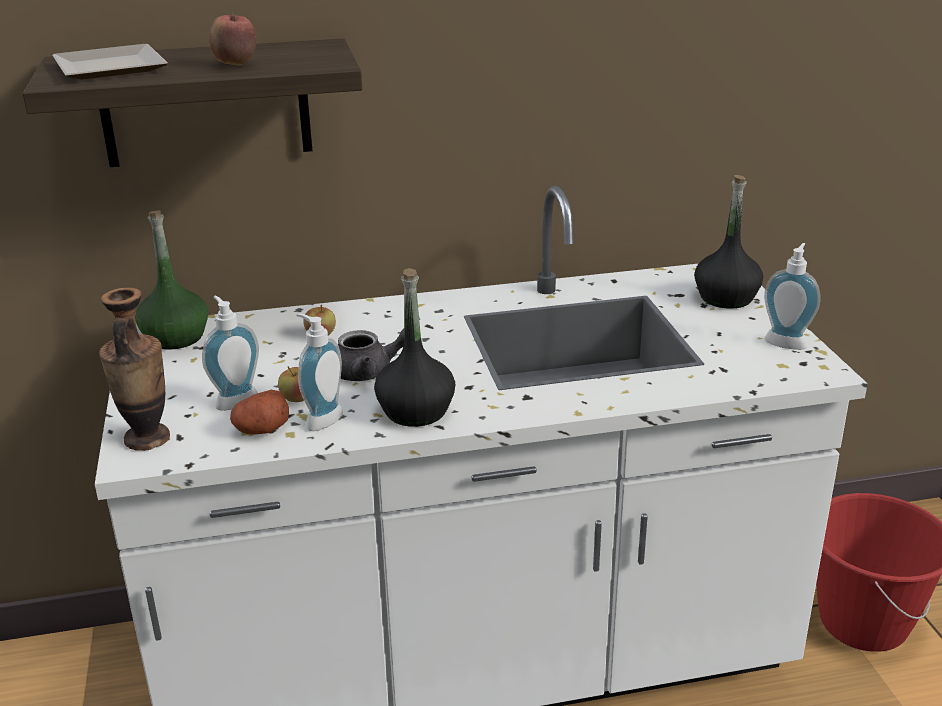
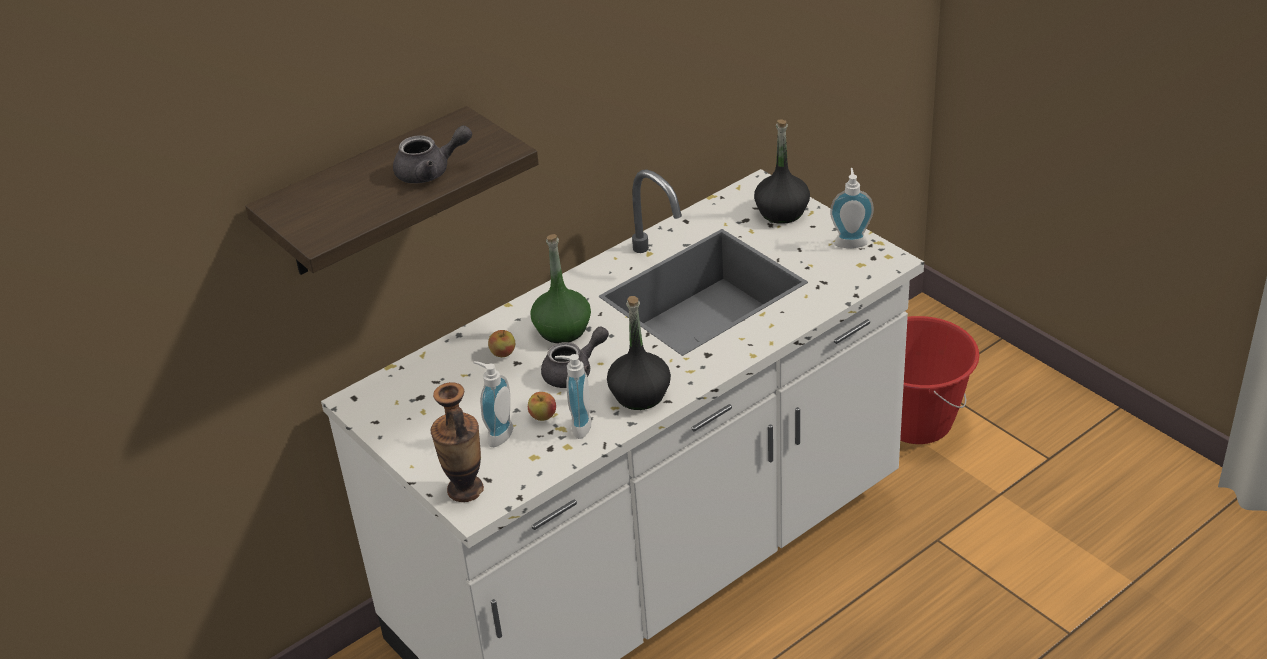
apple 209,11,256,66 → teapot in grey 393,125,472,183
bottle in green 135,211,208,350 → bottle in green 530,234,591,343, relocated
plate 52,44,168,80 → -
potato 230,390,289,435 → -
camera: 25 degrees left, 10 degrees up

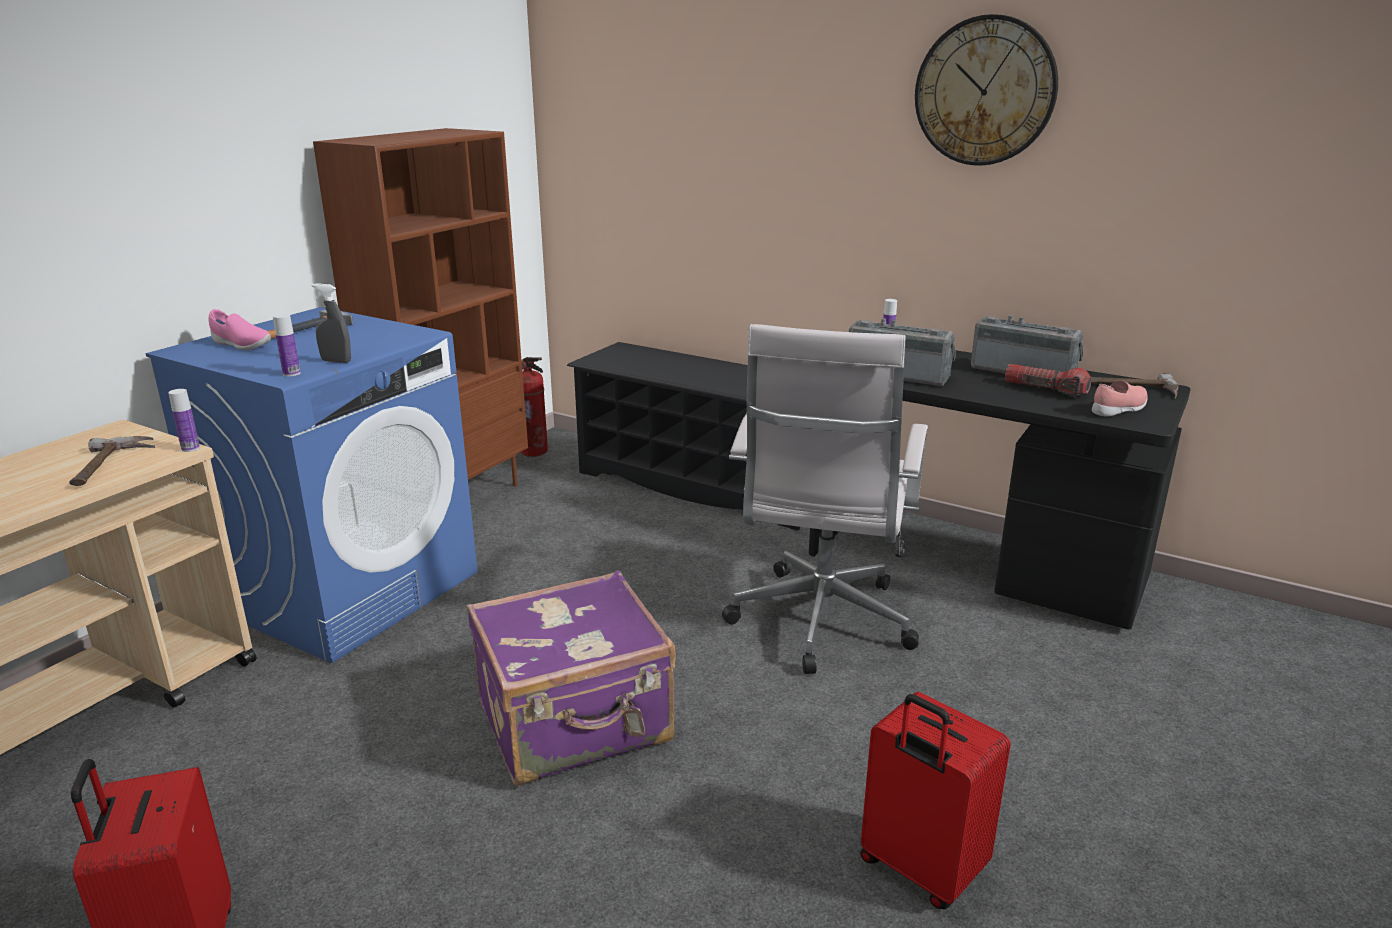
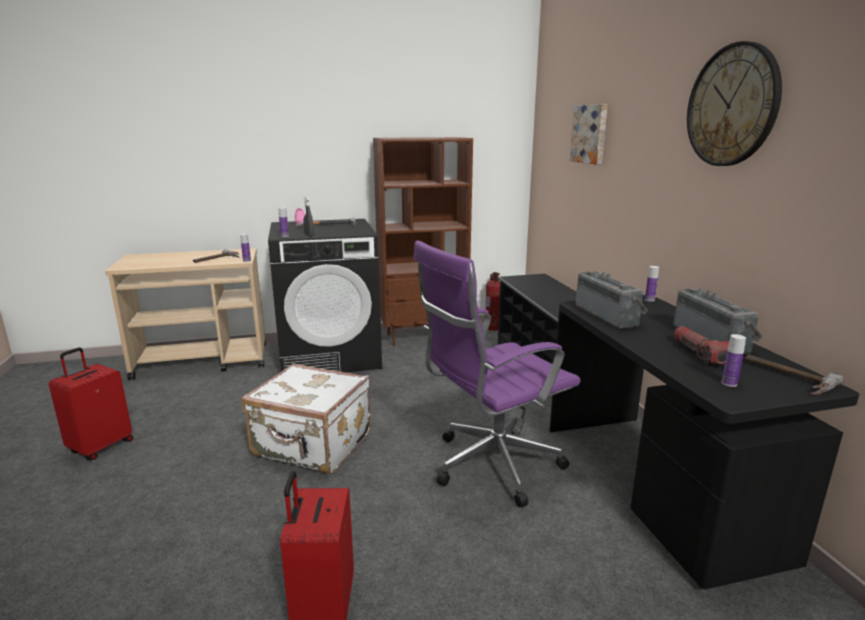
suitcase in purple 467,570,675,786 → suitcase in white 242,363,371,474
washing machine in blue 146,307,477,663 → washing machine in black 268,219,382,373
office chair in white 722,324,928,674 → office chair in purple 413,240,581,507
- → picture 570,104,608,165
shoe in pink 1092,380,1148,416 → bottle 722,334,746,387
camera: 45 degrees right, 5 degrees down

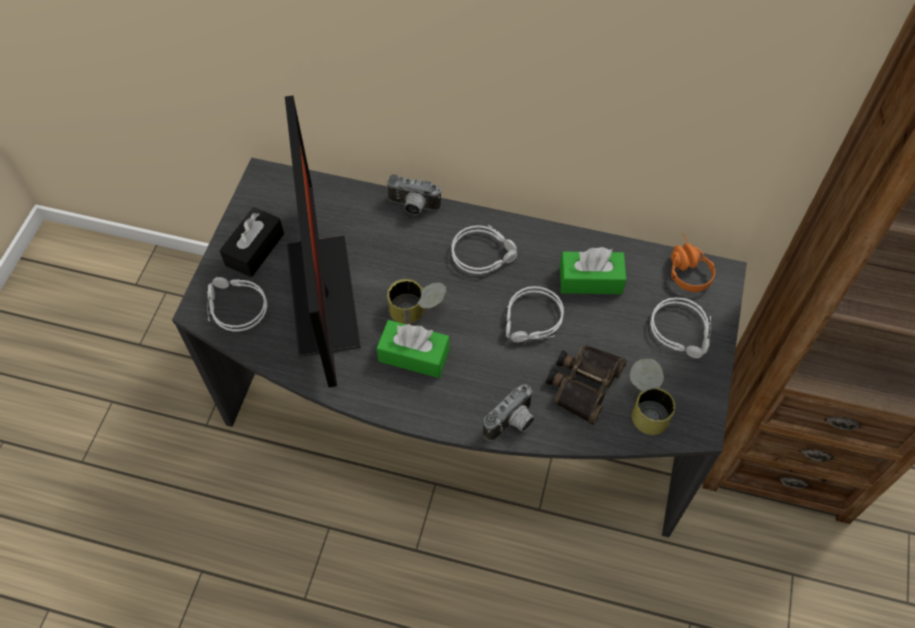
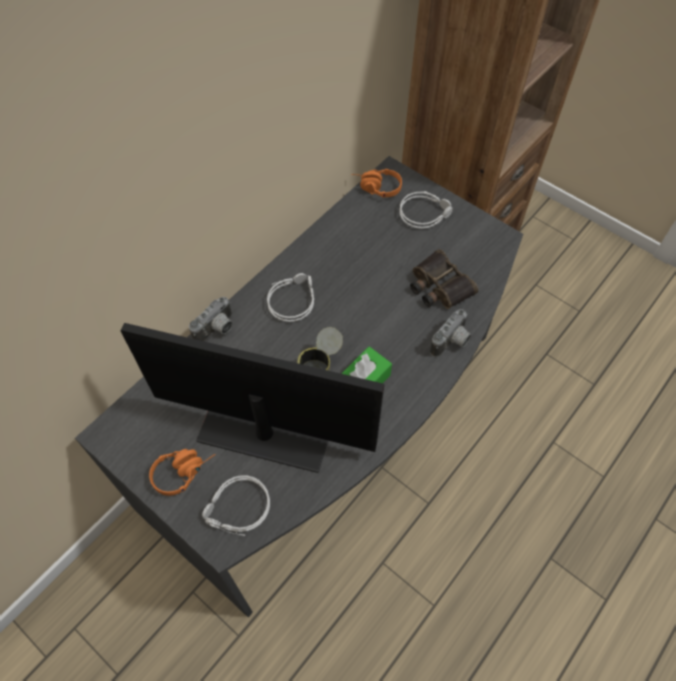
tissue box in black 220,207,284,277 → headphones in orange 149,449,216,496
photo camera 483,384,535,441 → photo camera 430,309,471,357, 60 degrees clockwise
headphones in grey 506,286,564,342 → -
tissue box in green 560,247,627,294 → -
can 630,358,676,435 → -
camera: 65 degrees left, 0 degrees up

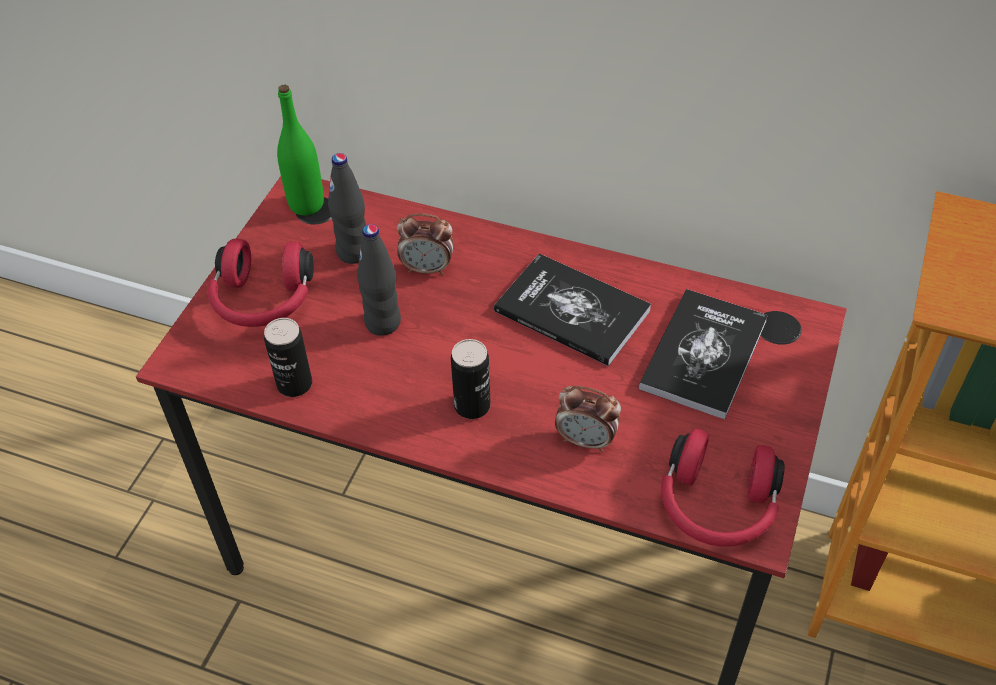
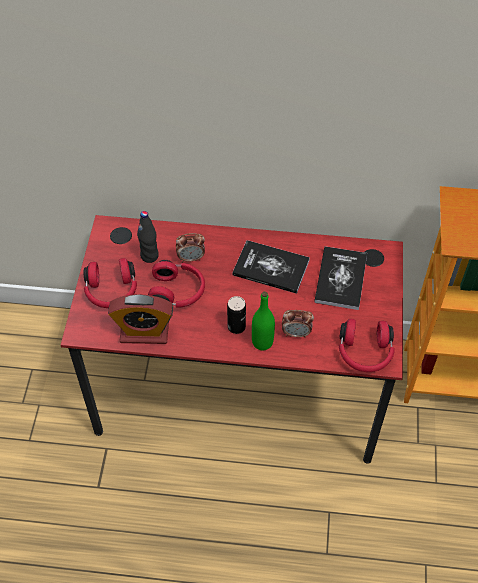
can 264,318,312,397 → alarm clock 108,294,173,344
bottle in black 357,224,401,336 → headphones in red 148,260,205,308
bottle in green 277,85,324,215 → bottle in green 252,291,275,350, relocated
camera: 15 degrees left, 5 degrees up

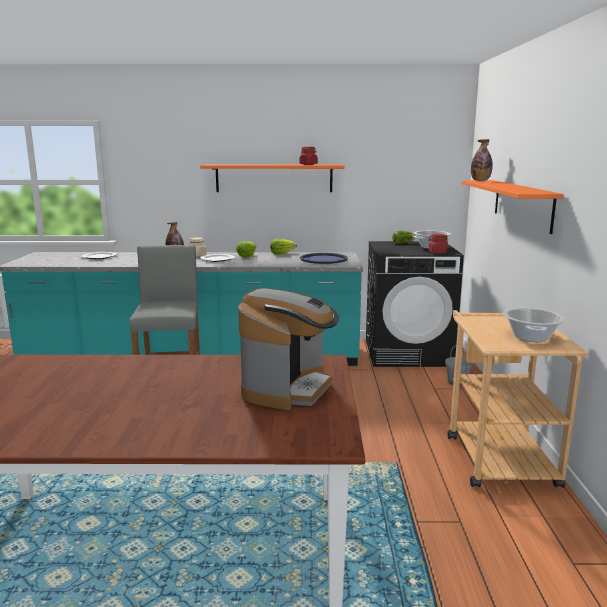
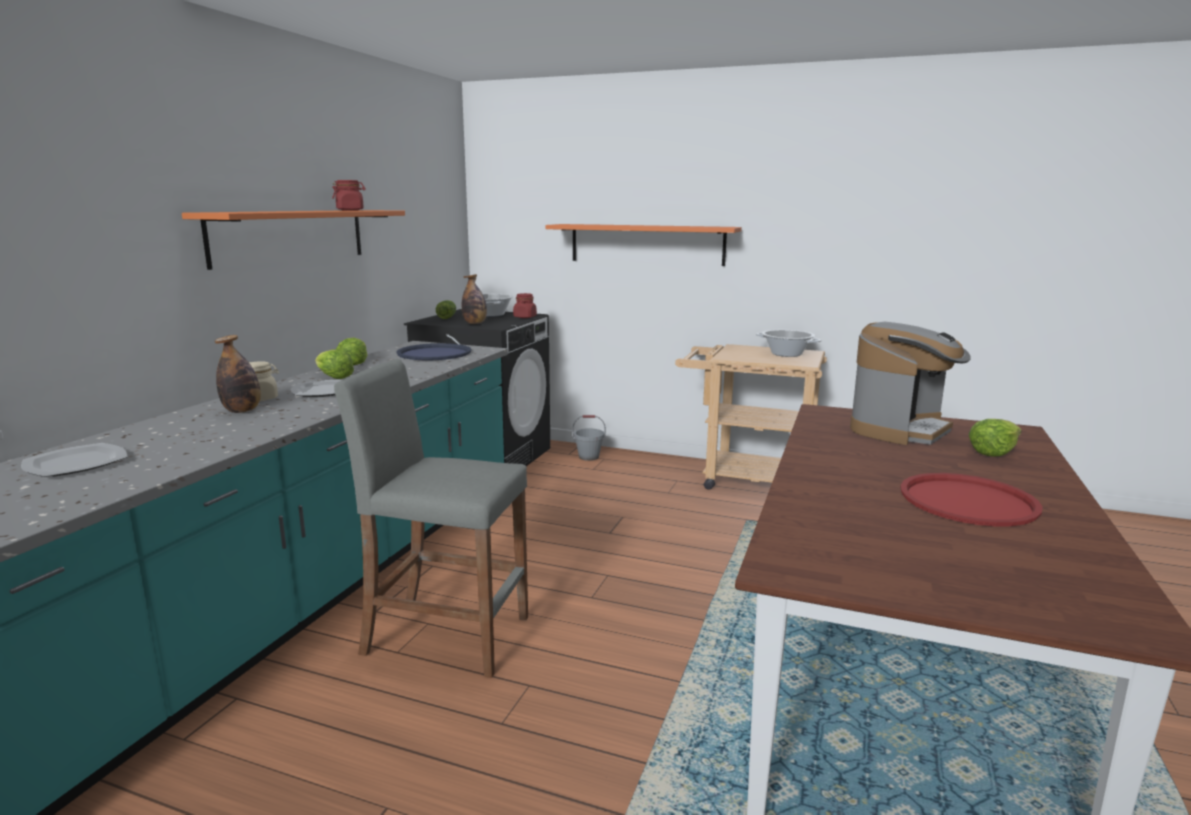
bottle 471,139,493,181 → bottle 462,274,487,324, relocated
coffee machine 238,288,339,410 → coffee machine 850,322,971,445, 90 degrees clockwise
- → tray in red 900,473,1043,526
- → lettuce 969,419,1022,457
camera: 70 degrees left, 0 degrees up

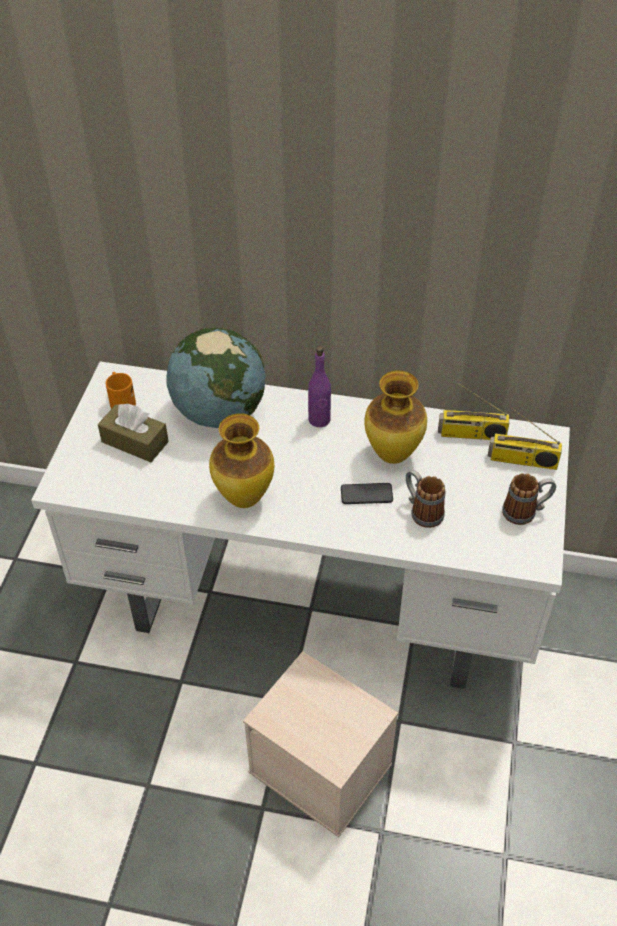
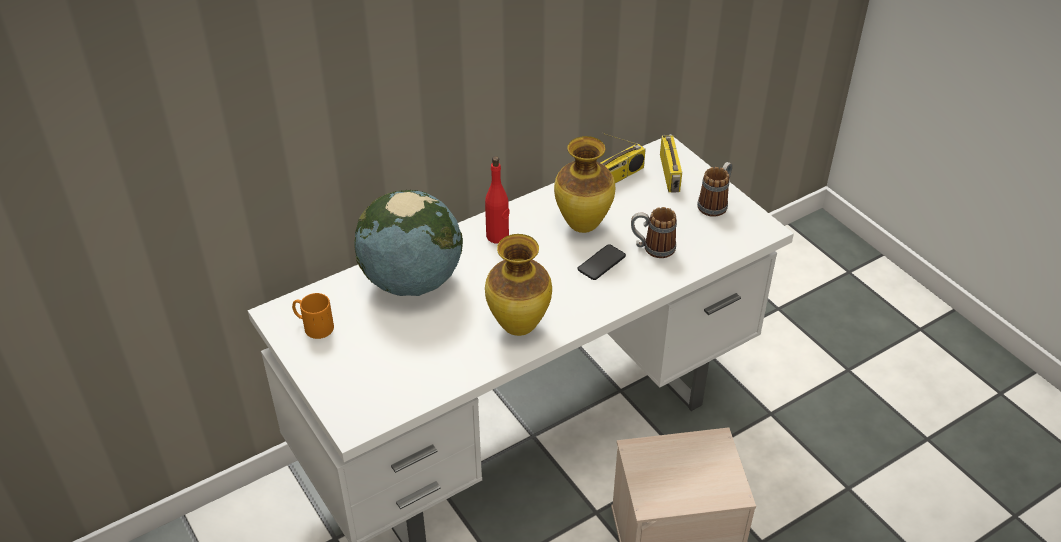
bottle in purple 308,346,331,427 → bottle in red 485,156,510,243
radio 488,407,562,470 → radio 660,135,682,193, 60 degrees counterclockwise
tissue box in brown 98,404,169,462 → -
camera: 45 degrees left, 5 degrees down

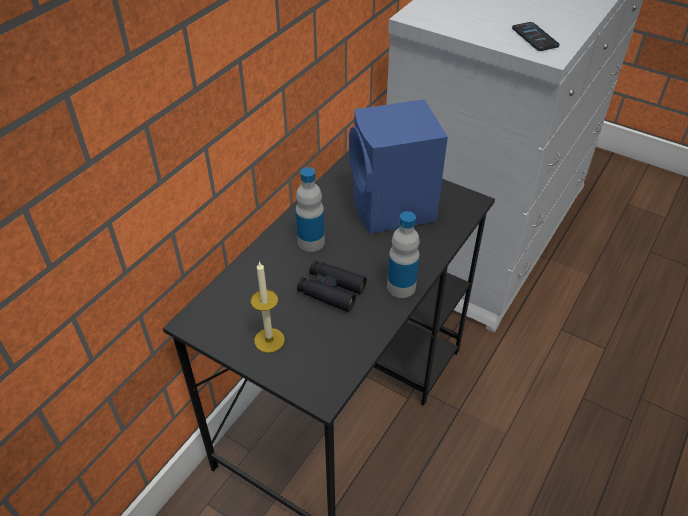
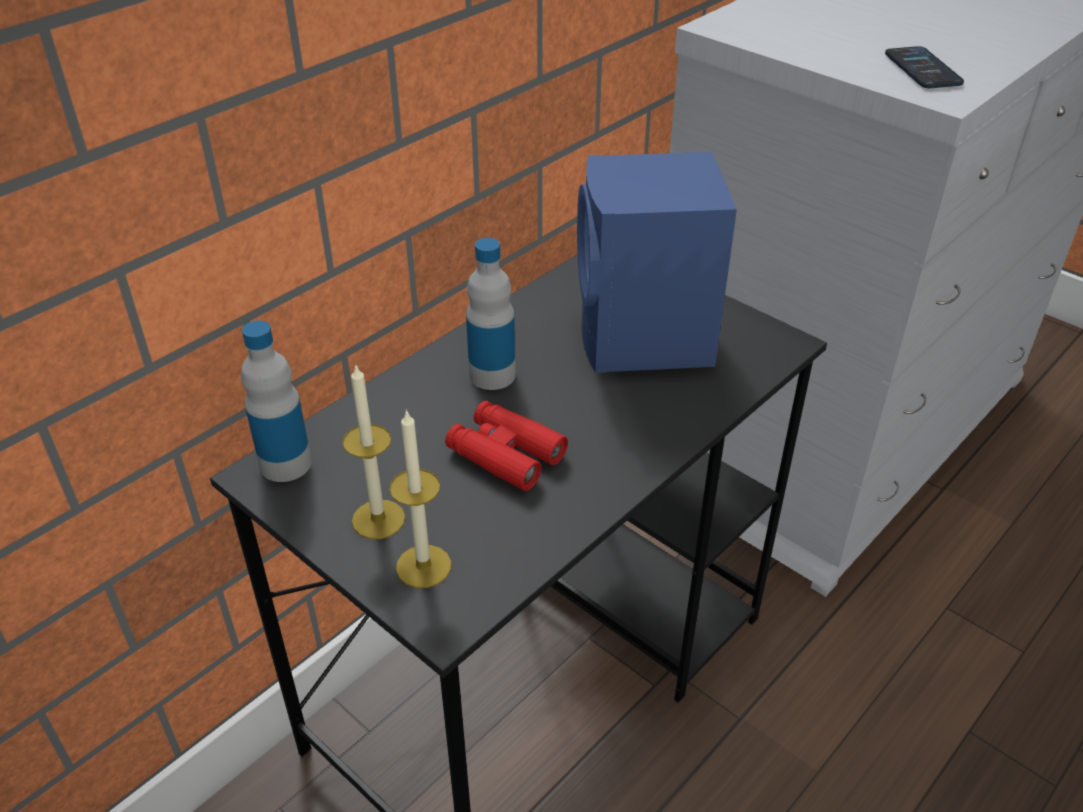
bottle 387,211,420,298 → bottle 241,321,312,482, relocated
- → candle 390,409,451,588
binoculars in black 297,261,367,312 → binoculars in red 445,401,568,491
camera: 10 degrees right, 5 degrees down

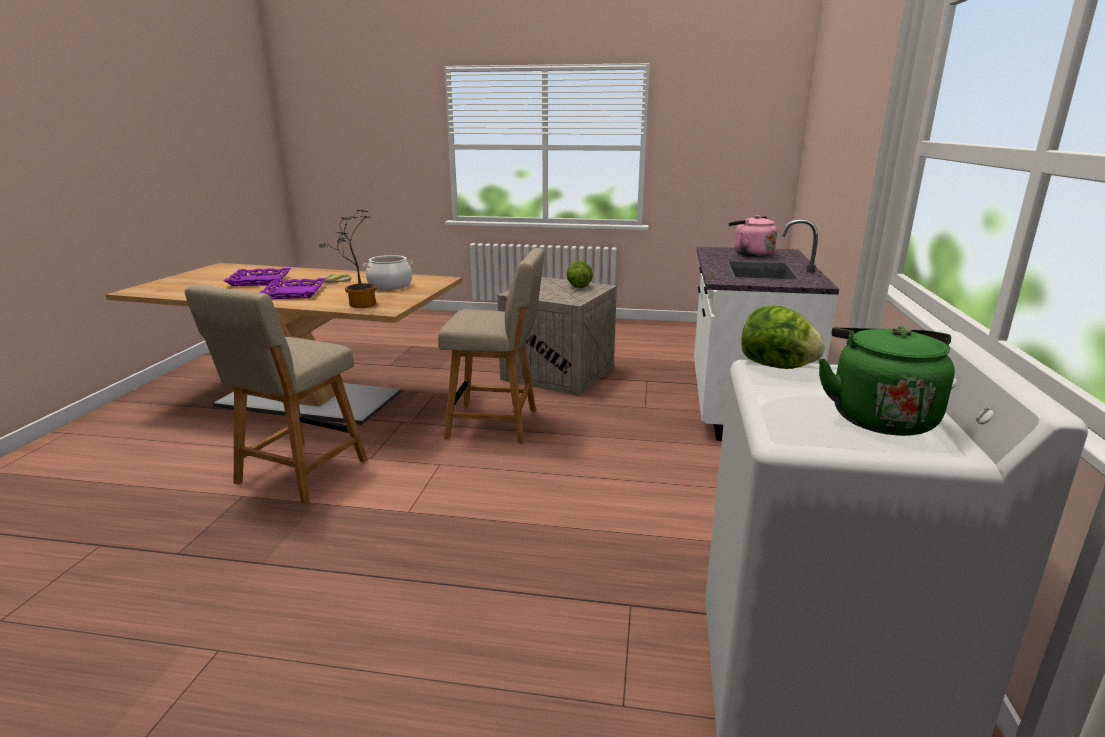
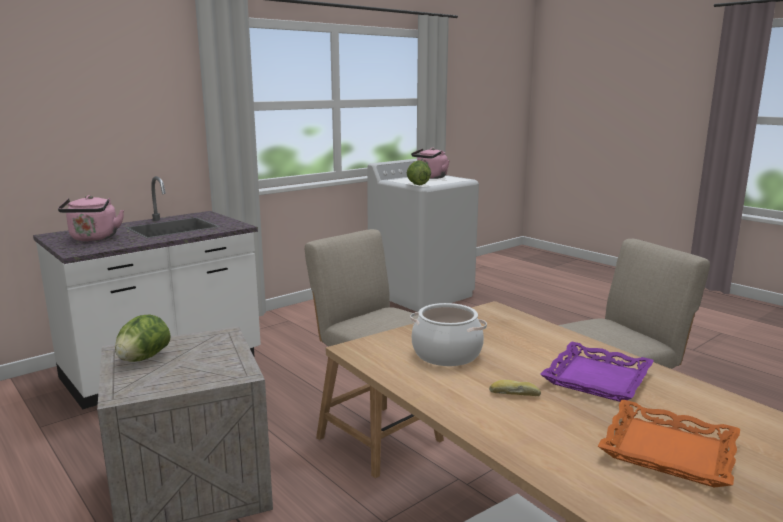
kettle in green 818,326,955,436 → kettle in pink 411,148,450,179
tray in purple 224,268,291,286 → tray in orange 598,400,740,488
potted plant 319,210,377,308 → -
camera: 140 degrees left, 5 degrees down

